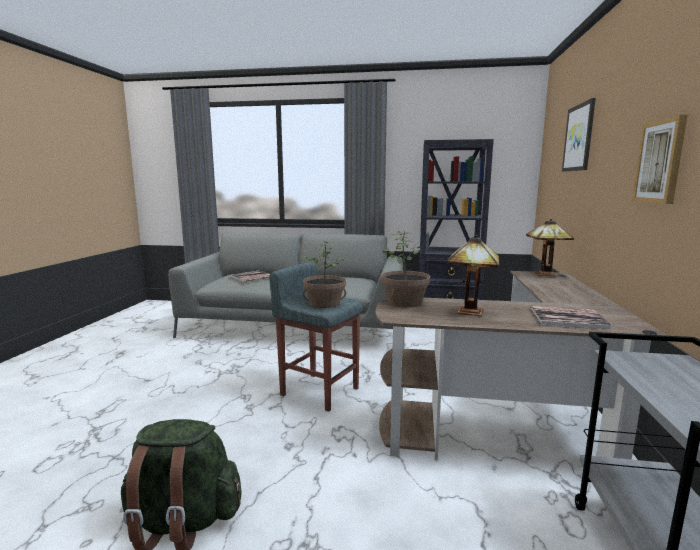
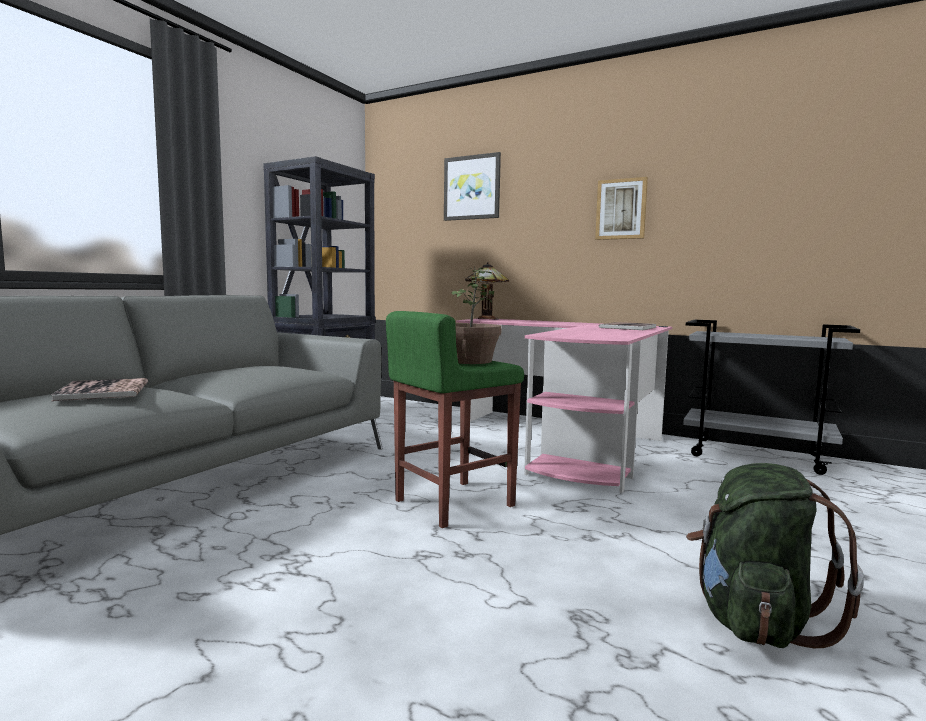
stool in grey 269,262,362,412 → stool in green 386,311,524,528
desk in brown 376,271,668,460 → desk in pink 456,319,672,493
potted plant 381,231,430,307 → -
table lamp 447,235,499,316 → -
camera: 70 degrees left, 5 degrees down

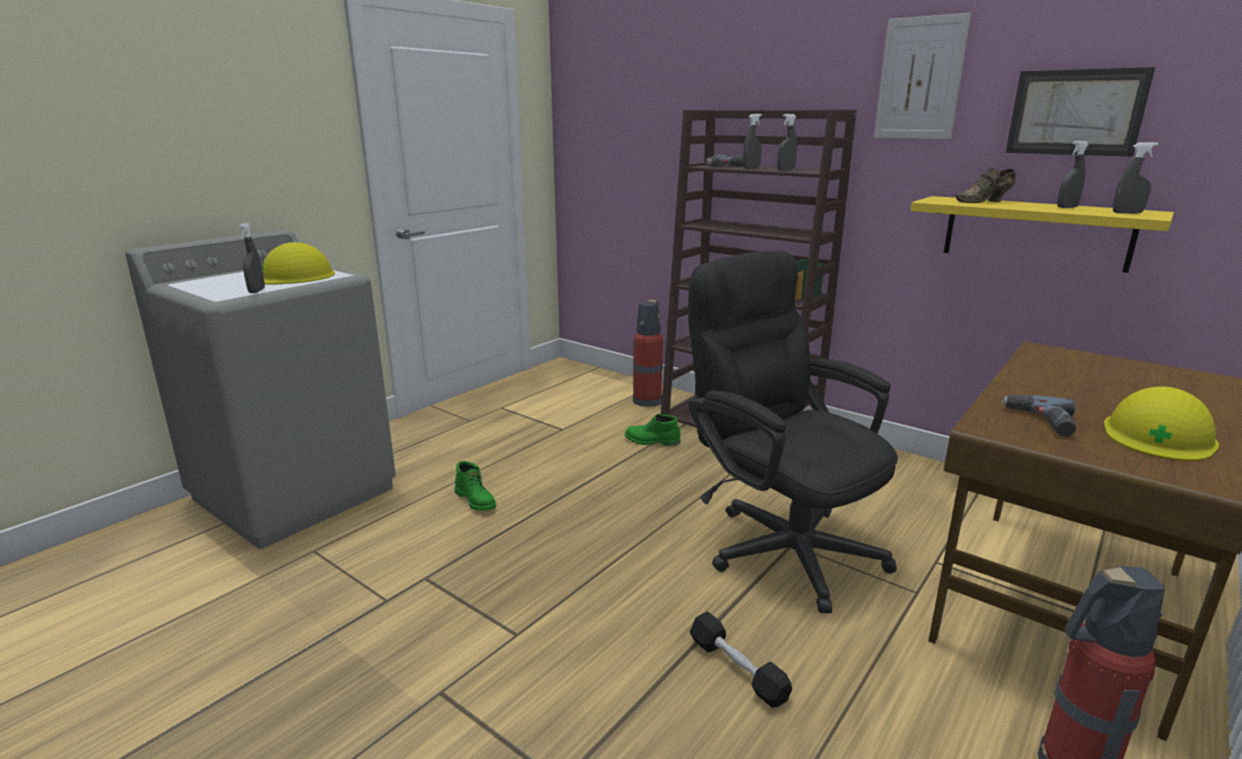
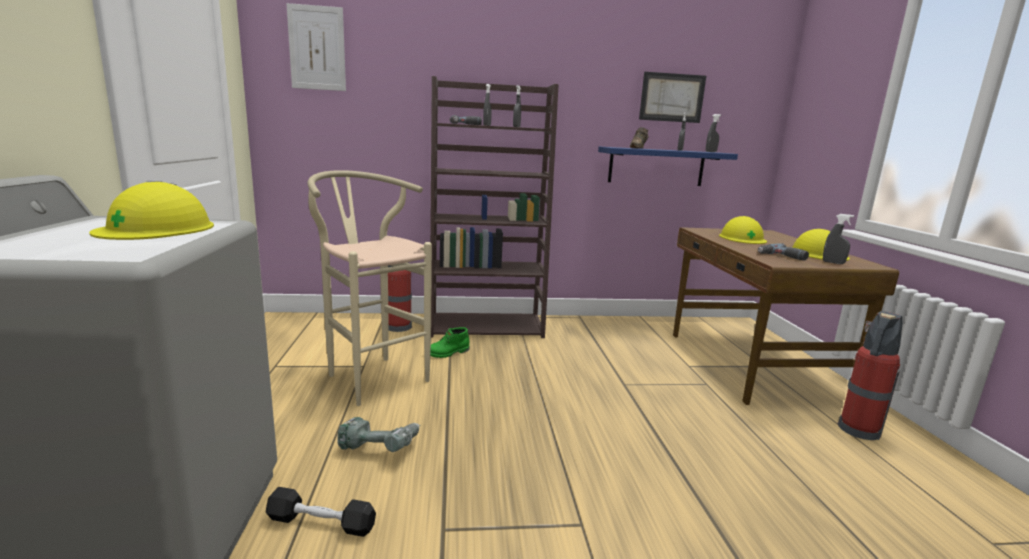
dumbbell in black 690,611,792,708 → dumbbell in black 266,487,376,537, relocated
picture 874,13,971,139 → picture 286,3,346,91, relocated
- → stool in beige 308,170,432,406
boot in green 455,461,496,511 → power drill 337,417,421,452
shelf in yellow 910,196,1174,273 → shelf in blue 598,147,738,186
- → hard hat in yellow 719,216,767,244
spray bottle in grey 238,223,265,293 → spray bottle in grey 823,214,854,264, relocated
office chair in black 688,251,898,613 → -
camera: 45 degrees left, 5 degrees down

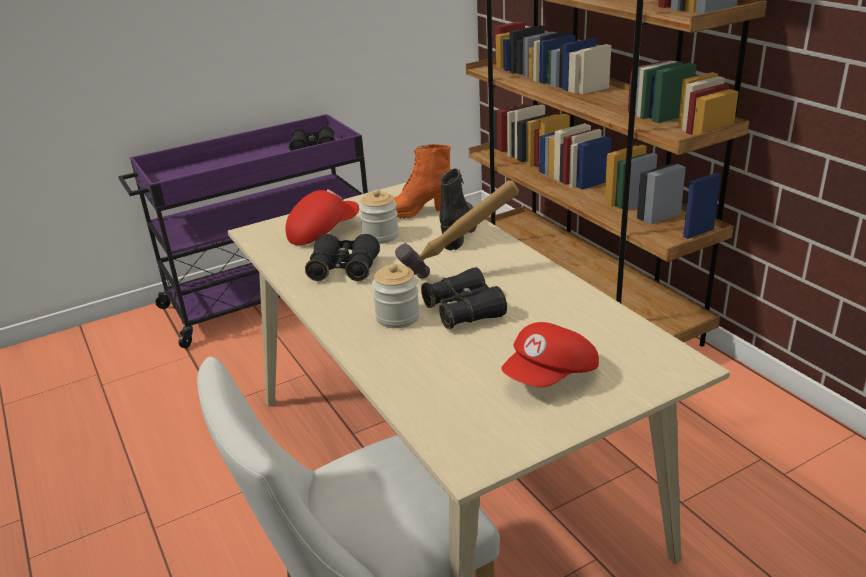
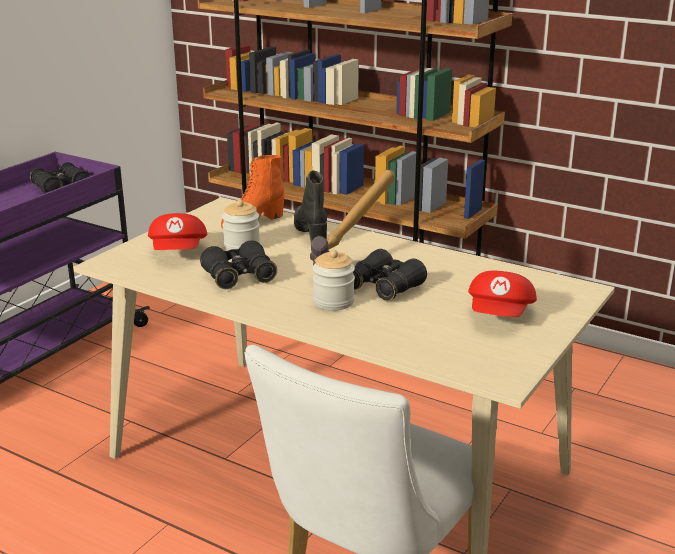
cap in red 286,189,359,245 → cap in red 148,213,207,250, 150 degrees clockwise
camera: 30 degrees left, 5 degrees down

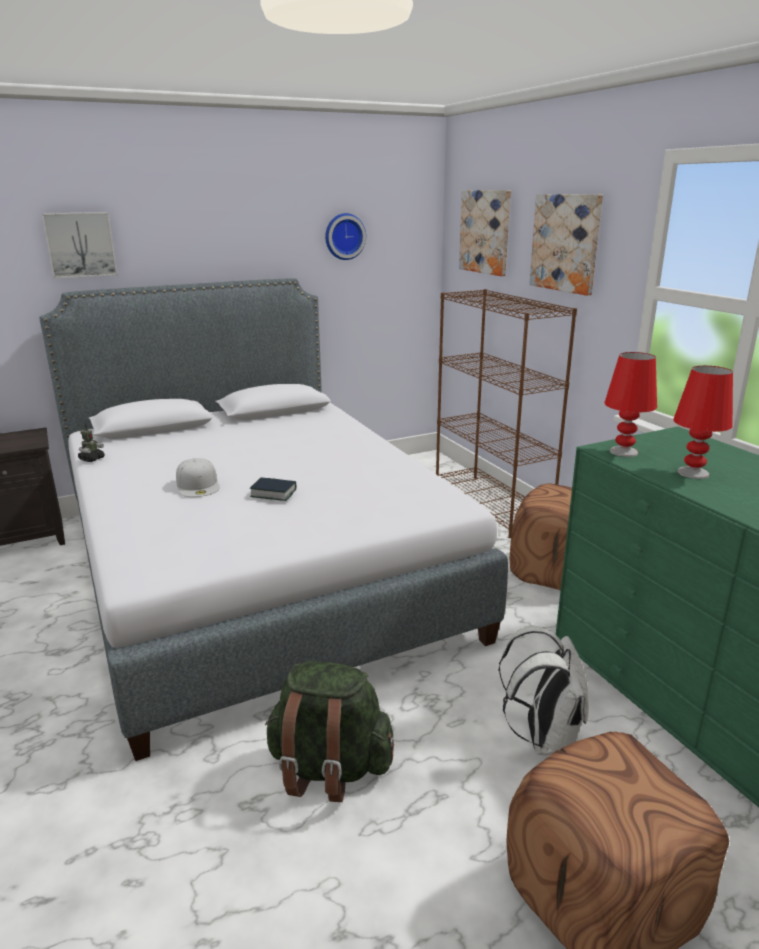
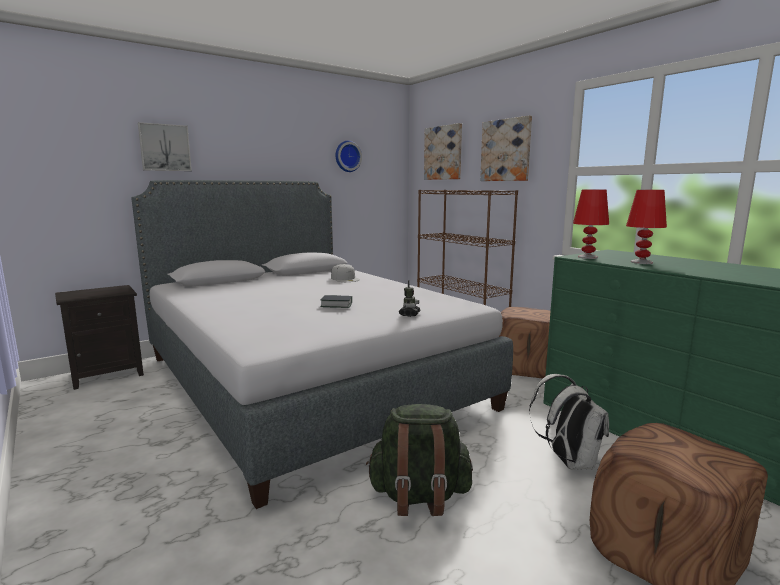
cap in white 176,458,220,497 → cap in white 331,264,360,282, relocated
toy robot 78,423,105,462 → toy robot 399,280,421,317, relocated
camera: 10 degrees left, 10 degrees down

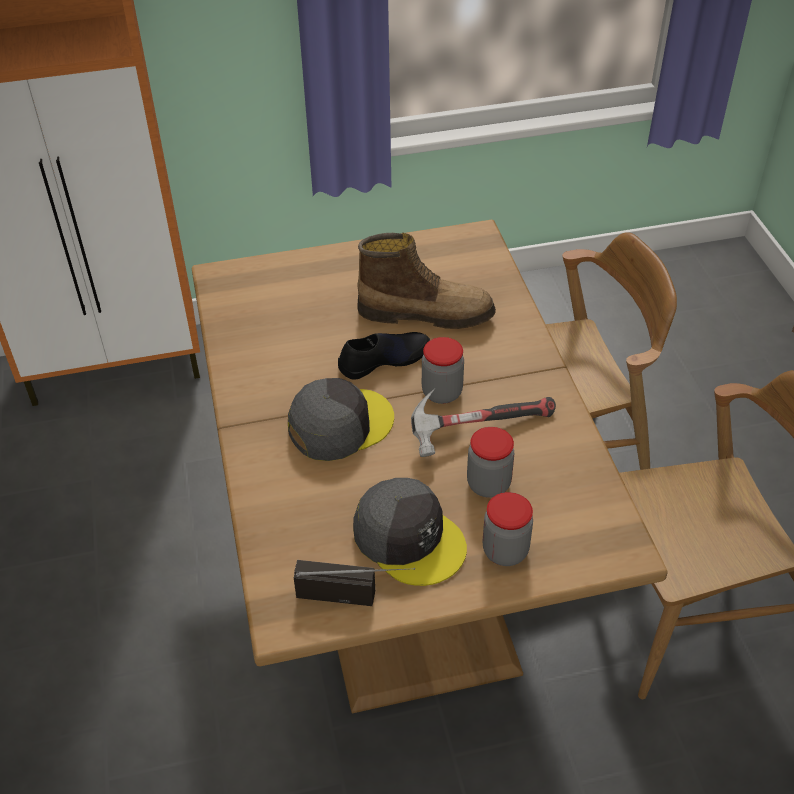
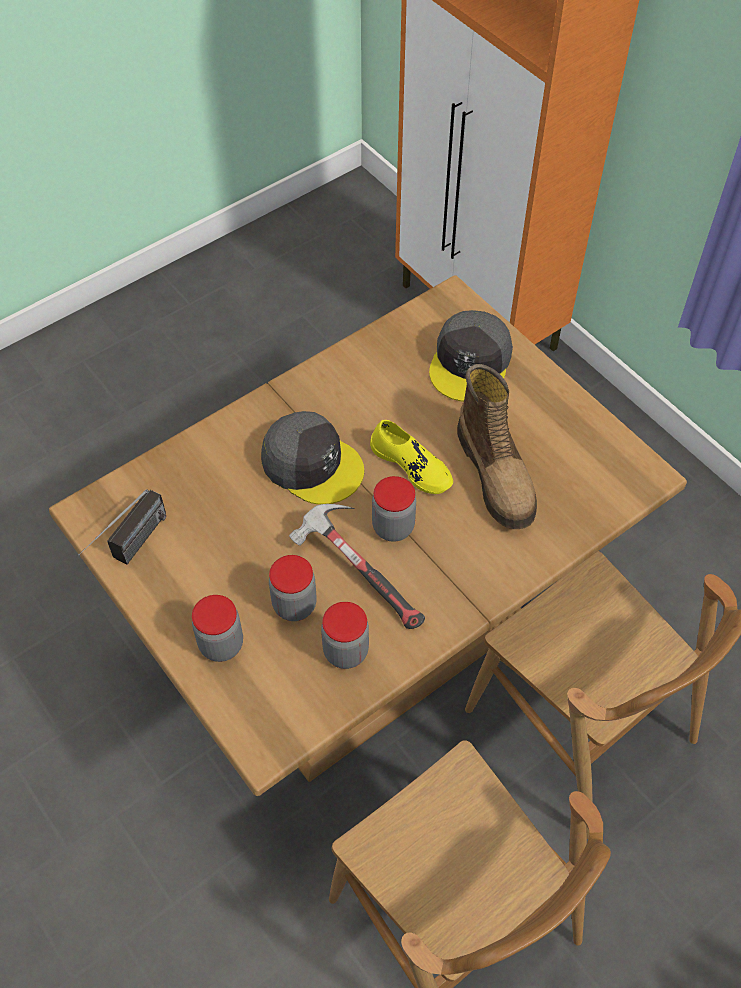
radio 294,560,415,606 → radio 78,490,166,564, 45 degrees clockwise
- → jar 321,602,369,669
shoe in black 338,332,430,379 → shoe in yellow 370,420,453,494
cap in grey 353,478,467,586 → cap in grey 429,310,513,402, relocated
camera: 65 degrees right, 10 degrees up

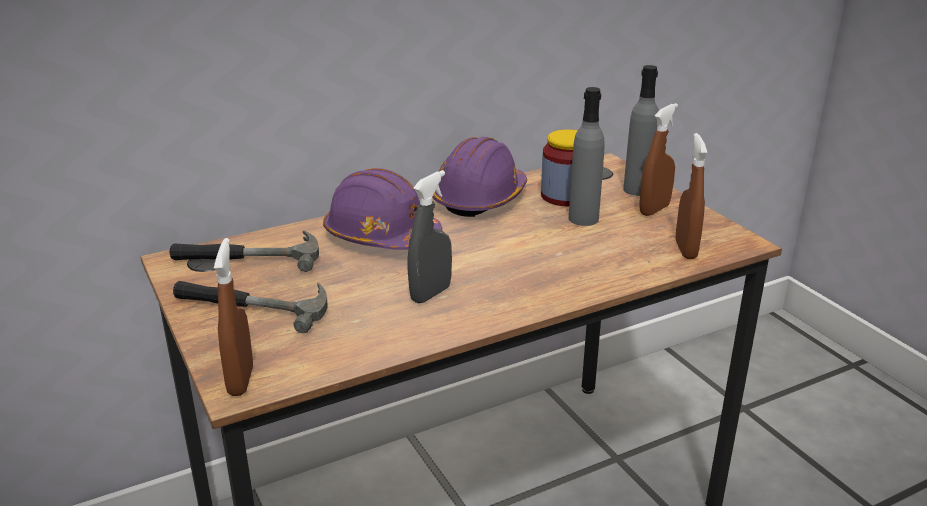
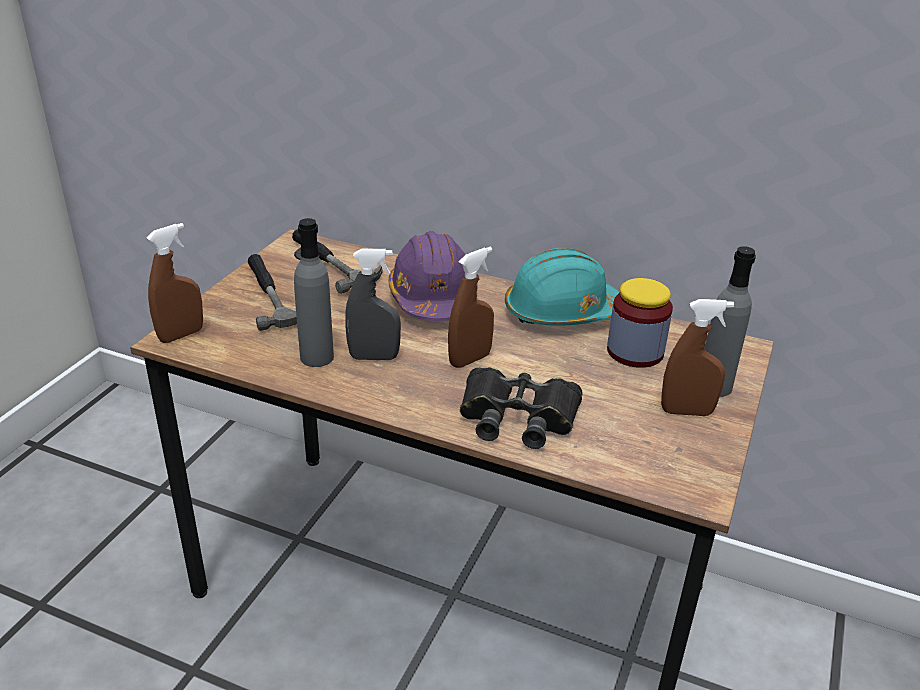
bottle in grey 569,87,605,226 → bottle in grey 294,218,334,367, relocated
spray bottle in brown 676,133,707,259 → spray bottle in brown 448,247,494,368, relocated
- → binoculars in black 460,367,583,449
hard hat in purple 432,137,527,217 → hard hat in turquoise 505,248,620,326
camera: 50 degrees right, 5 degrees up

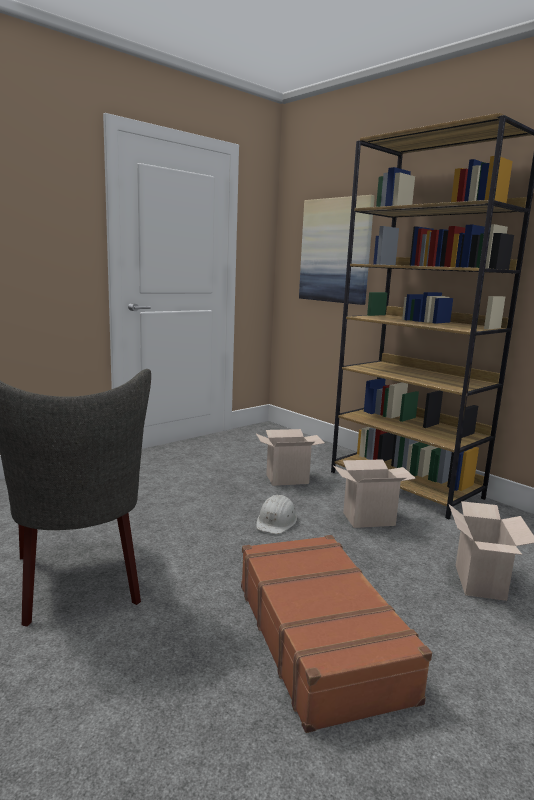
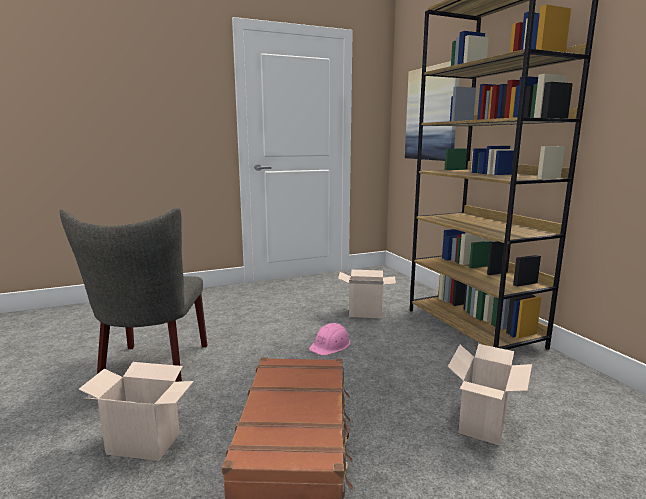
cardboard box 334,459,416,528 → cardboard box 78,362,194,461, relocated
hard hat in white 256,495,297,534 → hard hat in pink 309,323,350,355
camera: 20 degrees right, 0 degrees up

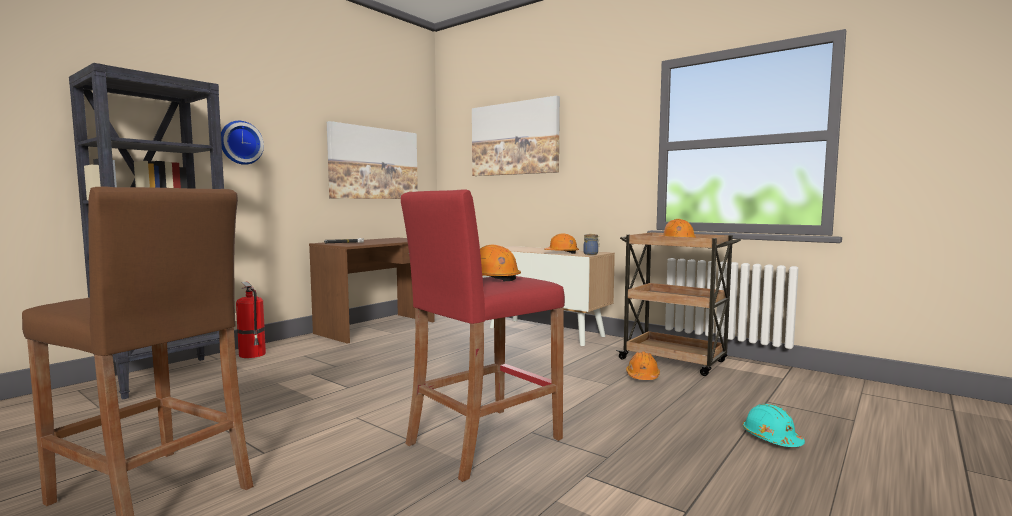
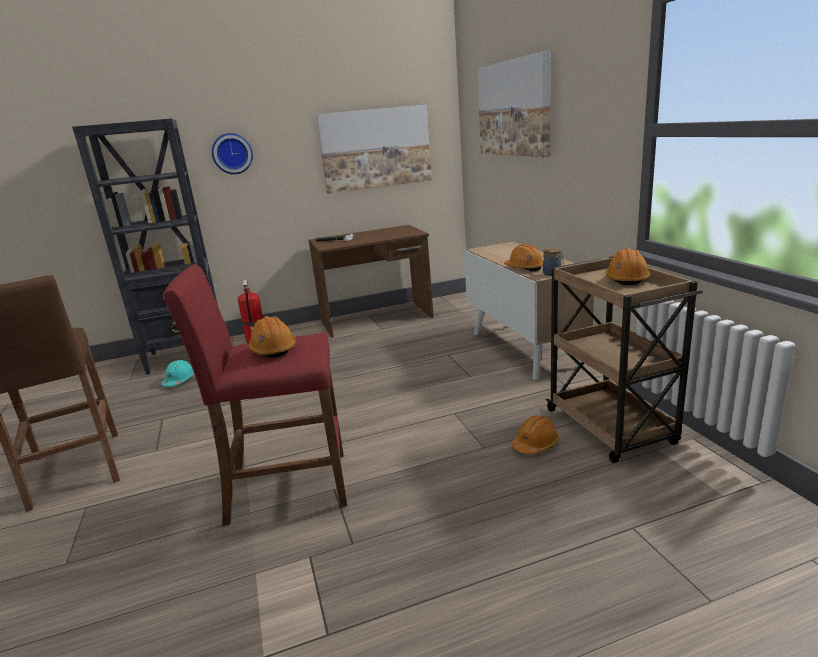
hard hat in turquoise 742,404,805,447 → hard hat in turquoise 161,360,194,387, relocated
camera: 35 degrees right, 15 degrees up

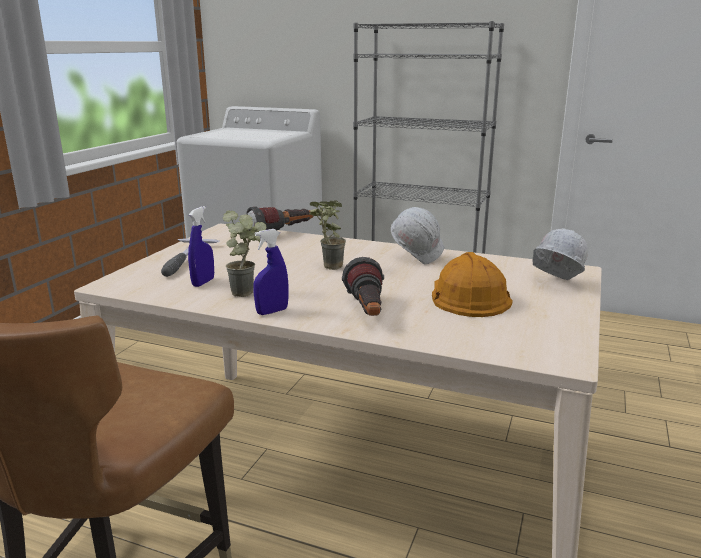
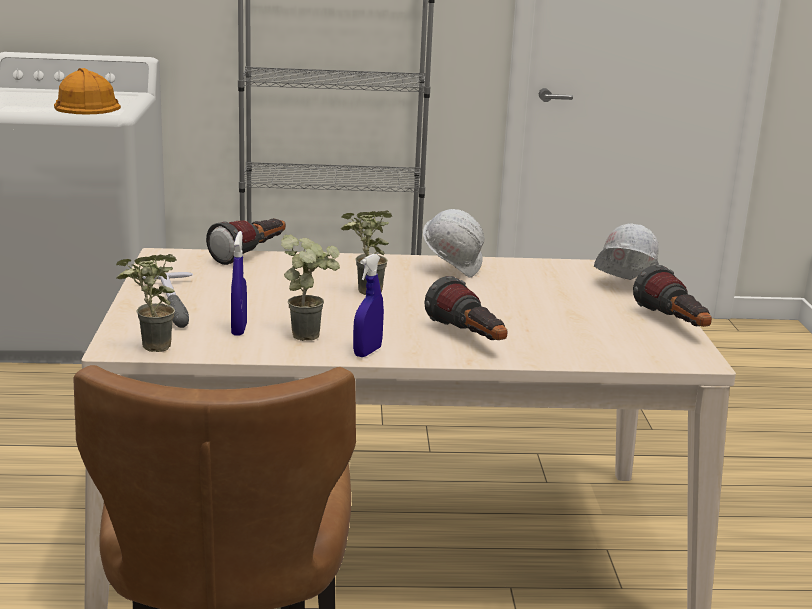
hard hat in orange 432,252,513,317 → hard hat in orange 54,68,121,114, relocated
- → potted plant 116,254,177,352
- → flashlight 633,265,712,327
camera: 25 degrees left, 0 degrees up

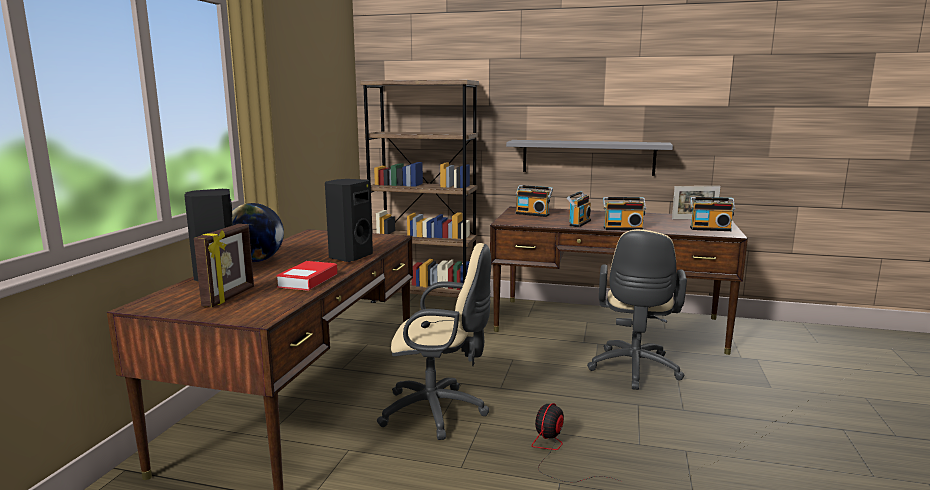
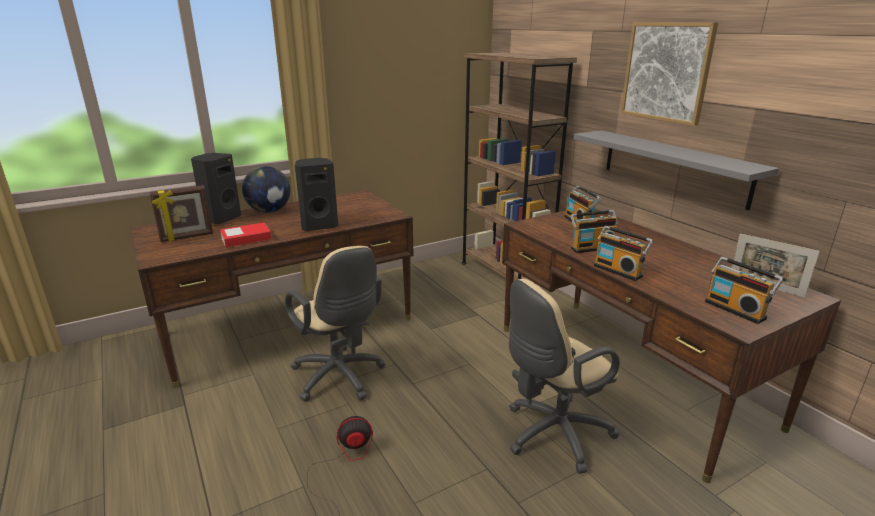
- → picture 621,22,718,126
camera: 45 degrees right, 10 degrees up

